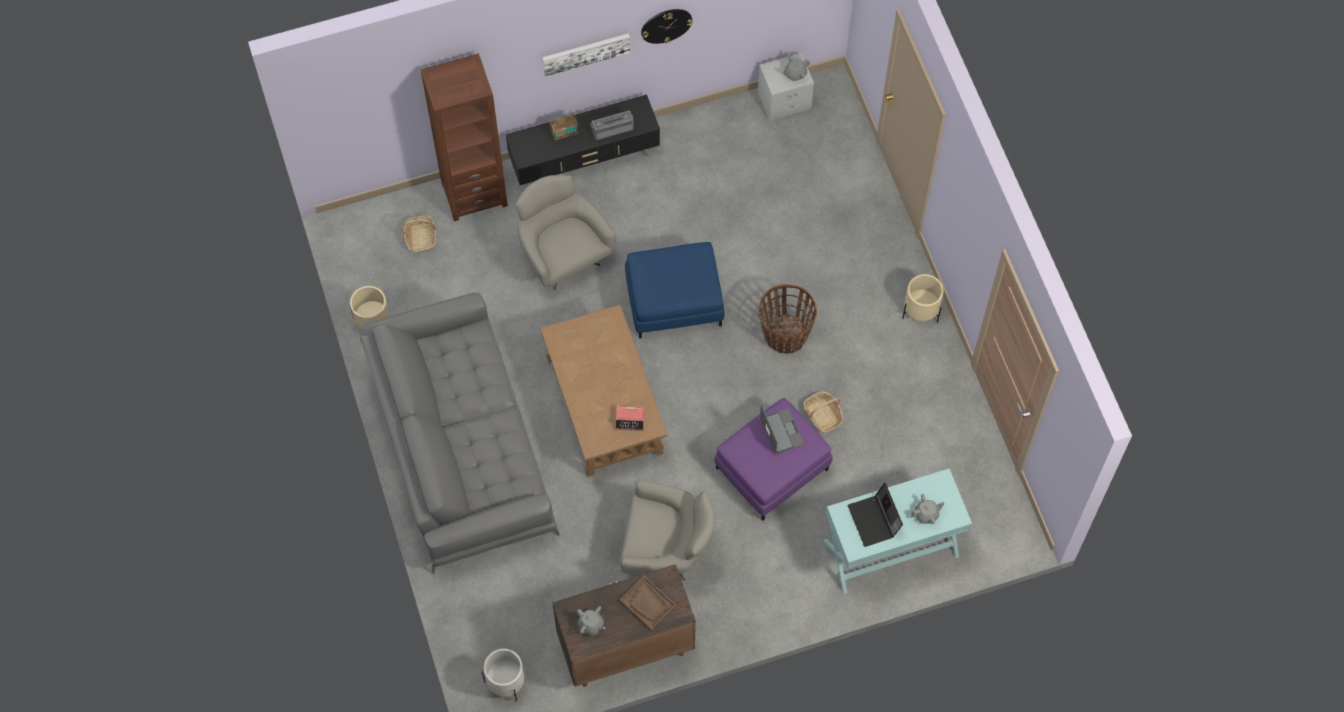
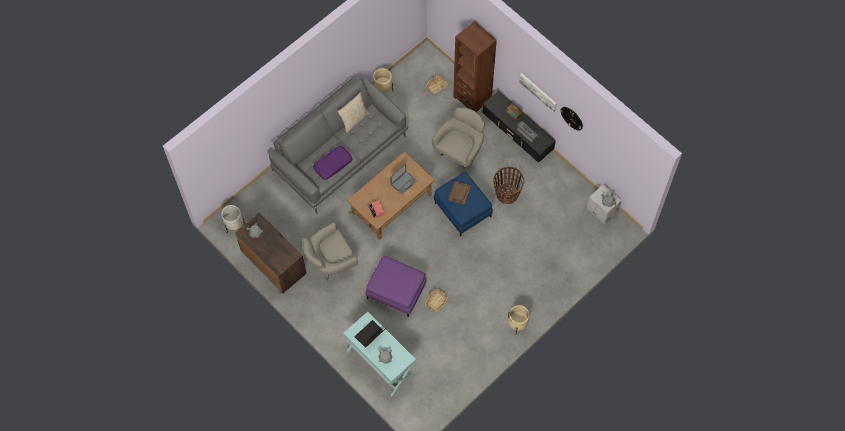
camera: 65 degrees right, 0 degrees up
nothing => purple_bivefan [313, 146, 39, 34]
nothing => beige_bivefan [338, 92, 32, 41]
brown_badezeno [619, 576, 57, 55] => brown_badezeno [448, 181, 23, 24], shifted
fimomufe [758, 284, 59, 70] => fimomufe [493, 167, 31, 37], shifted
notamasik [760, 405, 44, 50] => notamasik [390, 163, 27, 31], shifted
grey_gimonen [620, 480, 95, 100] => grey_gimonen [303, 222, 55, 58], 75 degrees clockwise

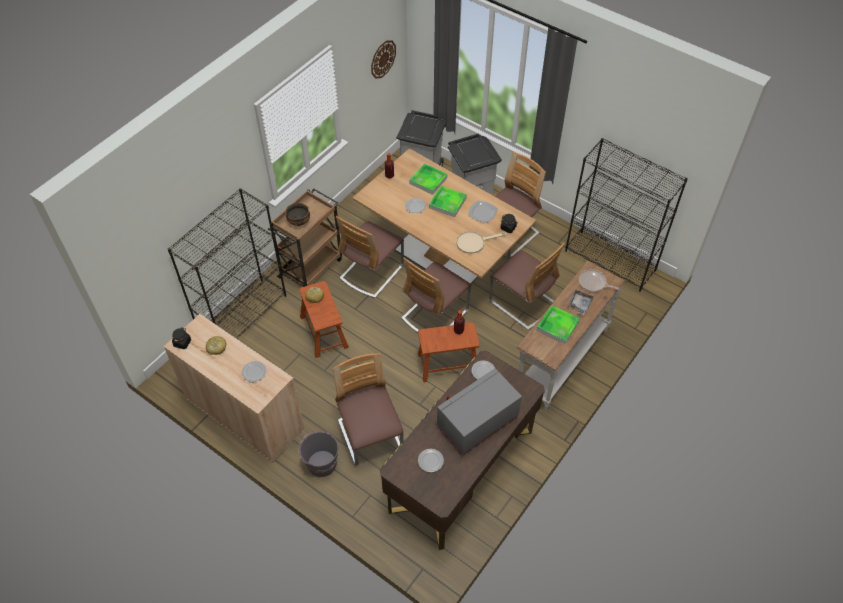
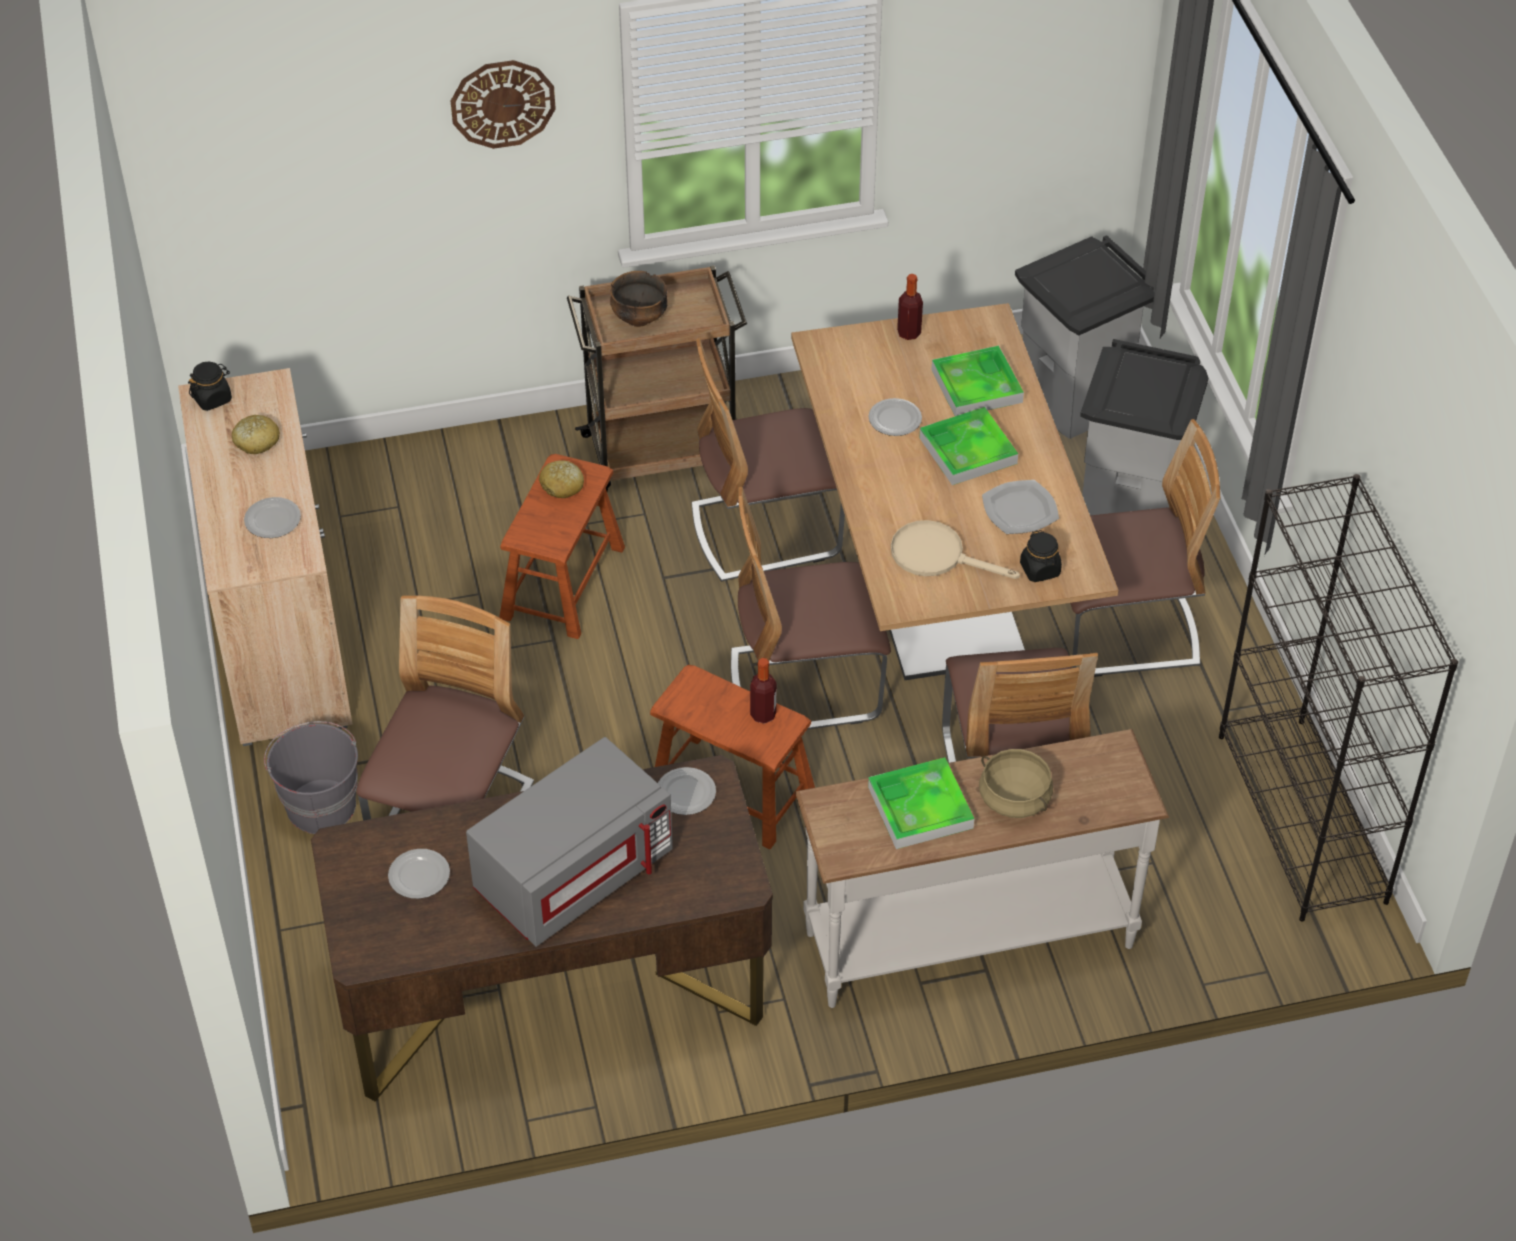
camera: 40 degrees right, 5 degrees down
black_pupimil [168, 188, 118, 151] => nothing
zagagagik [579, 269, 41, 23] => nothing
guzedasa [371, 40, 25, 39] => guzedasa [451, 60, 105, 89], shifted
grey_badezeno [568, 290, 26, 25] => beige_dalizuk [979, 749, 74, 69]
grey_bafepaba [437, 369, 85, 86] => grey_bafepaba [466, 737, 207, 210], 135 degrees clockwise

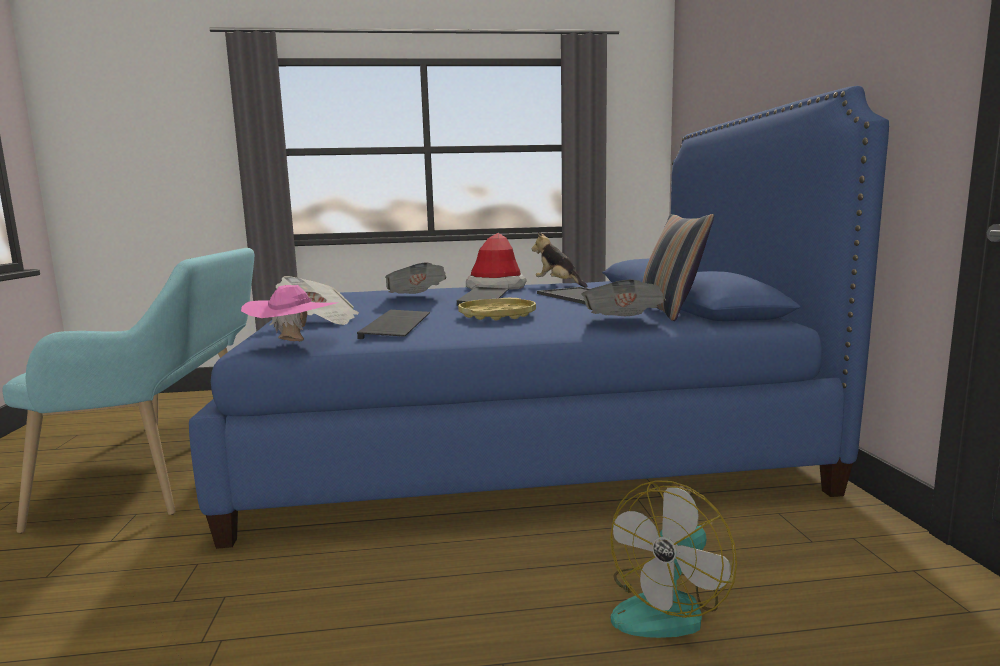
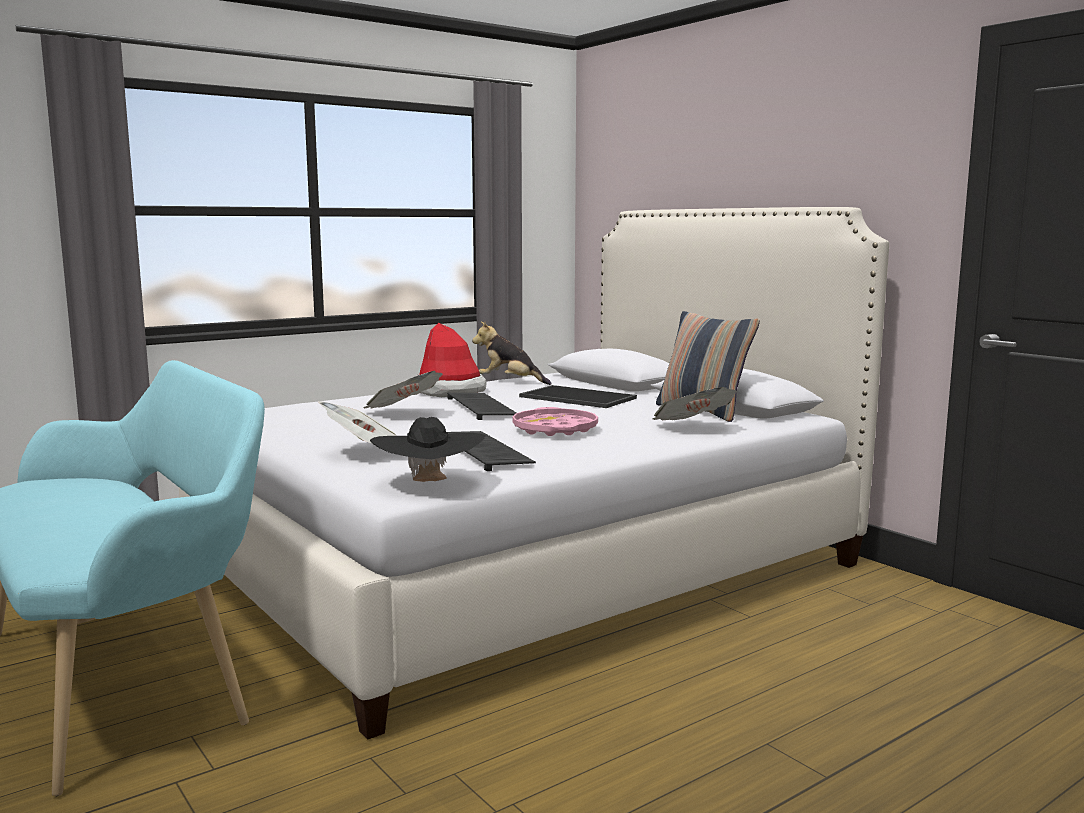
camera: 30 degrees left, 0 degrees up
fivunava [610, 480, 127, 158] => nothing
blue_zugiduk [189, 86, 700, 463] => white_zugiduk [179, 207, 710, 533]
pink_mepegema [241, 285, 95, 56] => black_mepegema [370, 417, 116, 65]
yellow_badezeno [458, 298, 78, 22] => pink_badezeno [512, 407, 86, 29]

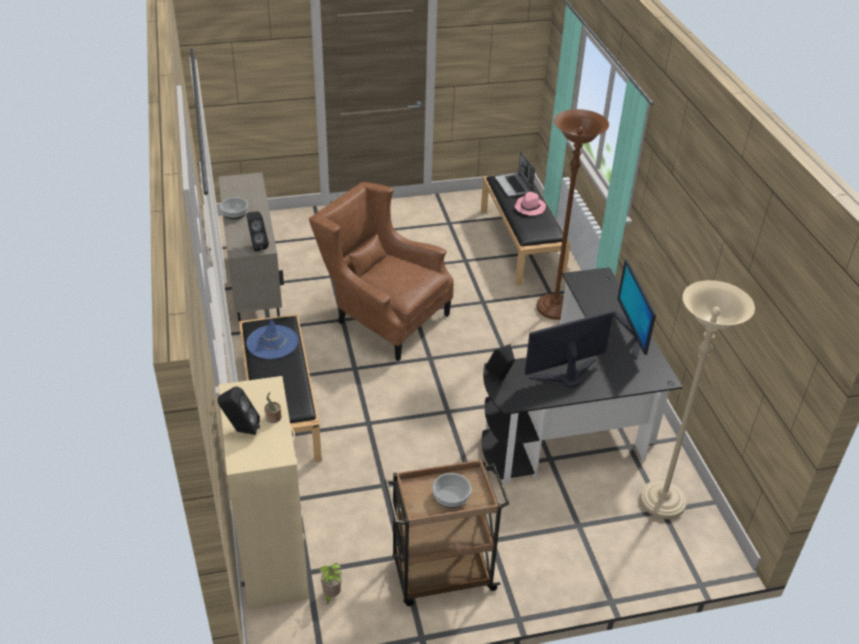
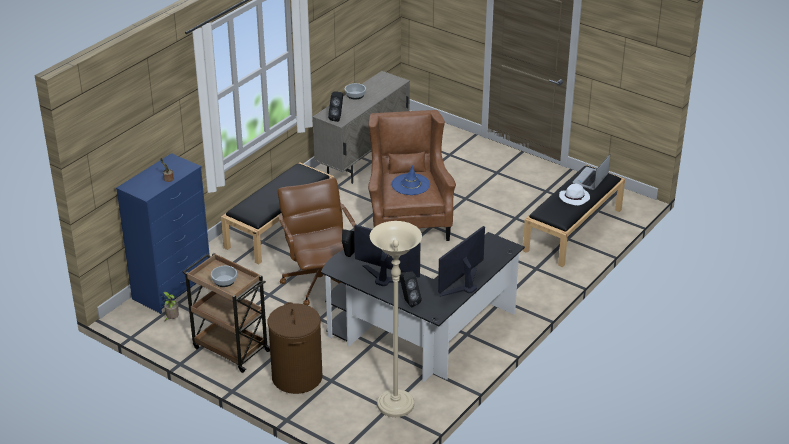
camera: 50 degrees right, 5 degrees down
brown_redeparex [537, 109, 72, 211] => nothing
nothing => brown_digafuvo [268, 302, 55, 92]
nothing => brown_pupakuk [278, 178, 78, 127]
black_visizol [217, 386, 43, 49] => black_visizol [400, 271, 22, 36], shifted
blue_mepegema [246, 318, 52, 41] => blue_mepegema [391, 165, 39, 30], shifted
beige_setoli [218, 376, 91, 234] => blue_setoli [116, 153, 94, 161]
pink_mepegema [514, 192, 32, 24] => white_mepegema [559, 184, 31, 22]

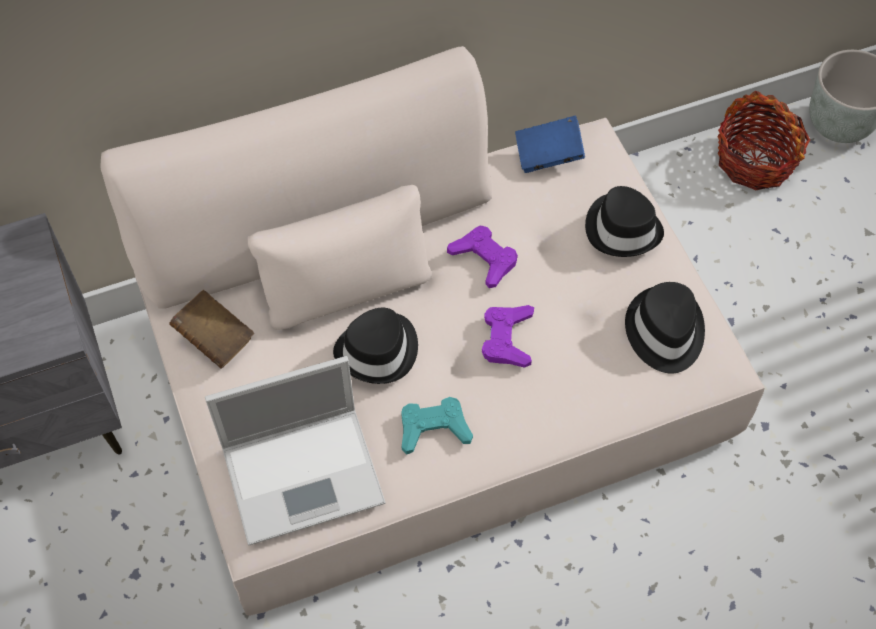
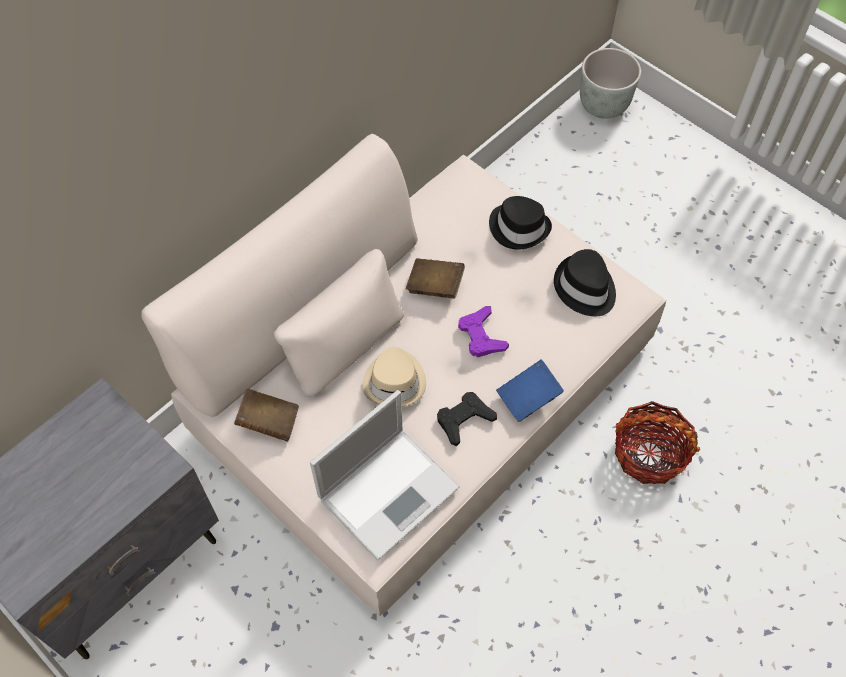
camera: 25 degrees left, 0 degrees up
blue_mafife [515, 115, 70, 58] => blue_mafife [496, 360, 68, 62], shifted
fimomufe [718, 91, 92, 99] => fimomufe [615, 401, 85, 83], shifted
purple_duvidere [447, 225, 71, 63] => brown_mafife [406, 258, 59, 41]
black_mepegema [333, 308, 85, 76] => beige_mepegema [362, 347, 64, 60]
turquoise_duvidere [401, 397, 72, 57] => black_duvidere [437, 392, 60, 54]

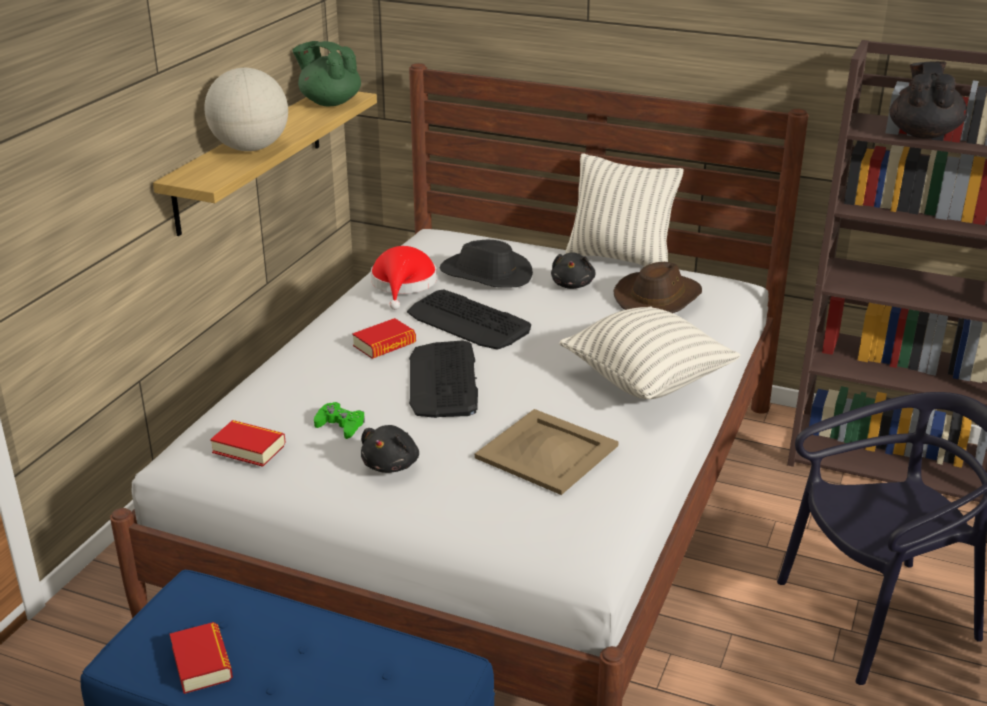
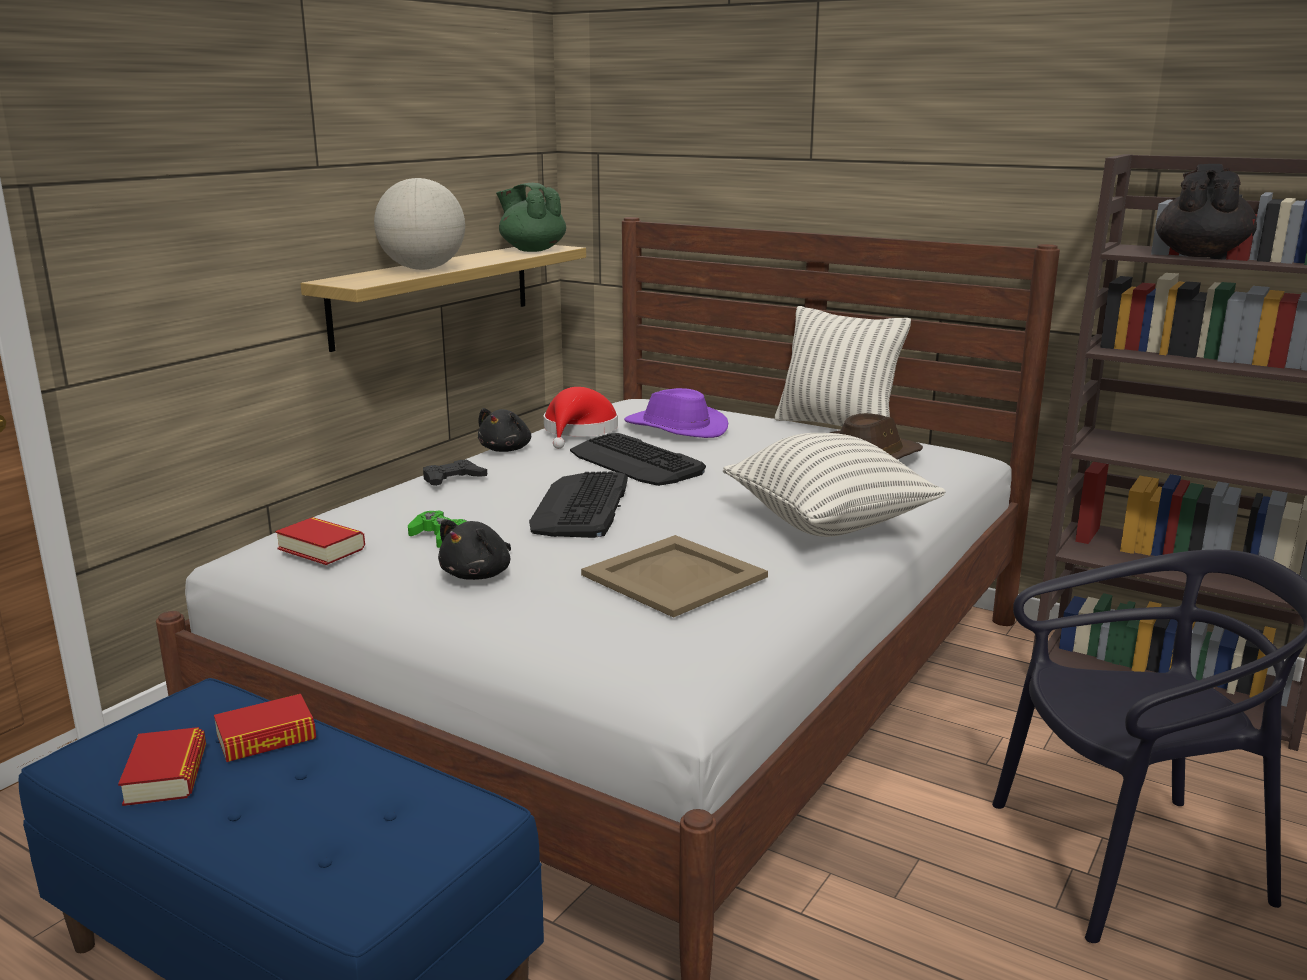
camera: 10 degrees right, 10 degrees down
nothing => black_duvidere [423, 460, 64, 26]
mafife [352, 318, 64, 41] => mafife [214, 694, 102, 68], shifted
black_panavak [551, 252, 45, 37] => black_panavak [478, 408, 53, 44], shifted
black_mepegema [440, 240, 93, 48] => purple_mepegema [624, 388, 104, 50]

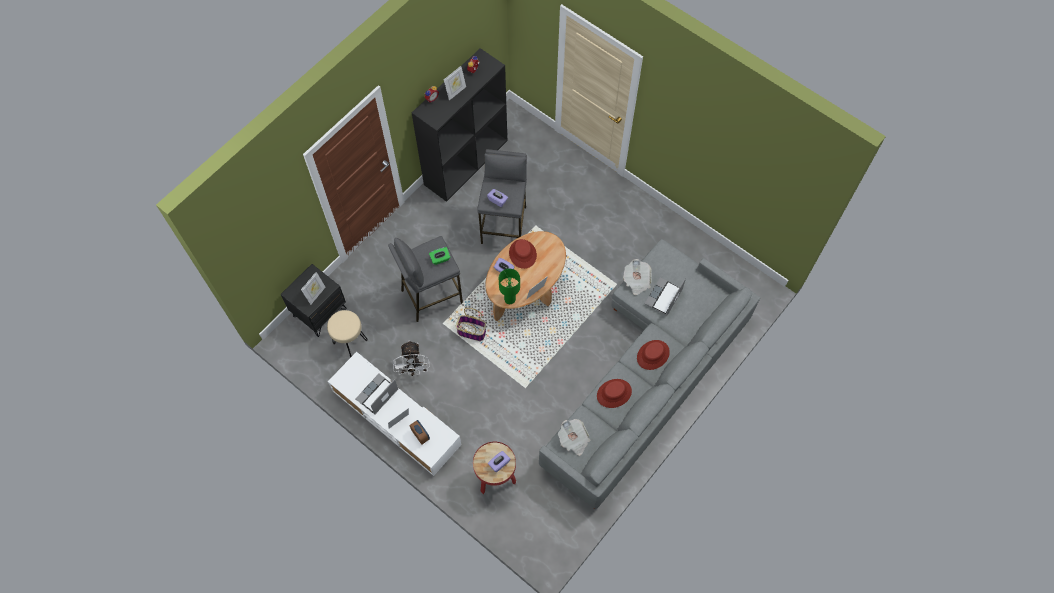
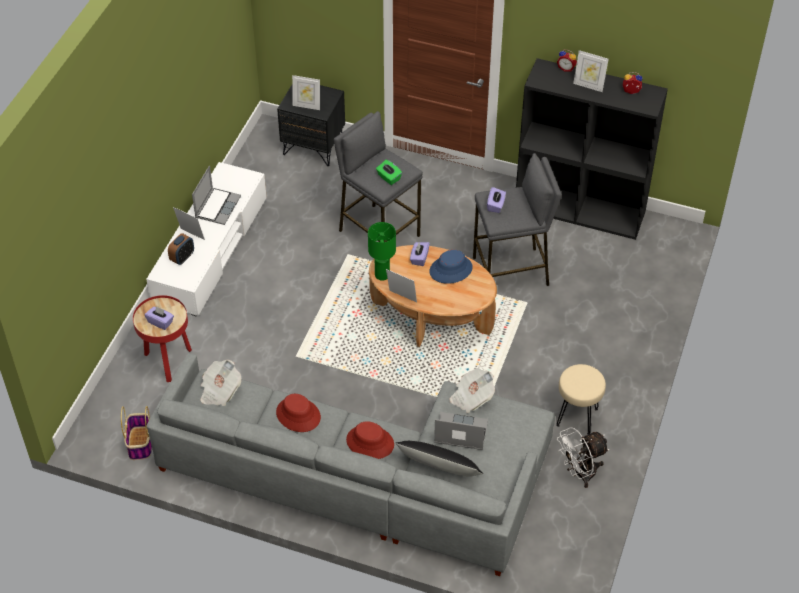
camera: 70 degrees right, 15 degrees down
nothing => black_bivefan [395, 441, 88, 36]
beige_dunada [327, 310, 41, 48] => beige_dunada [556, 364, 50, 71], shifted
white_fivunava [393, 341, 36, 35] => white_fivunava [557, 427, 53, 61], shifted
fimomufe [456, 308, 30, 33] => fimomufe [121, 406, 31, 54], shifted
red_mepegema [509, 239, 28, 30] => blue_mepegema [429, 250, 44, 34]
notamasik [356, 374, 42, 41] => notamasik [192, 166, 49, 59], 90 degrees clockwise

